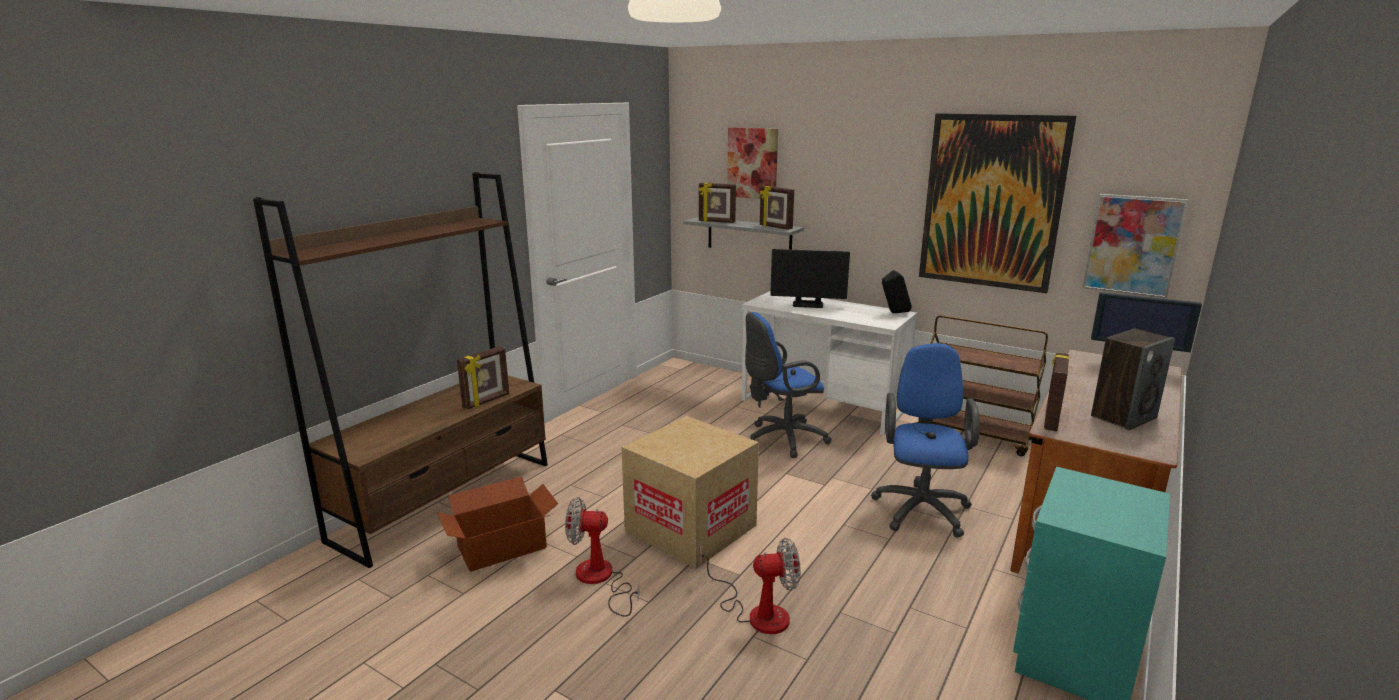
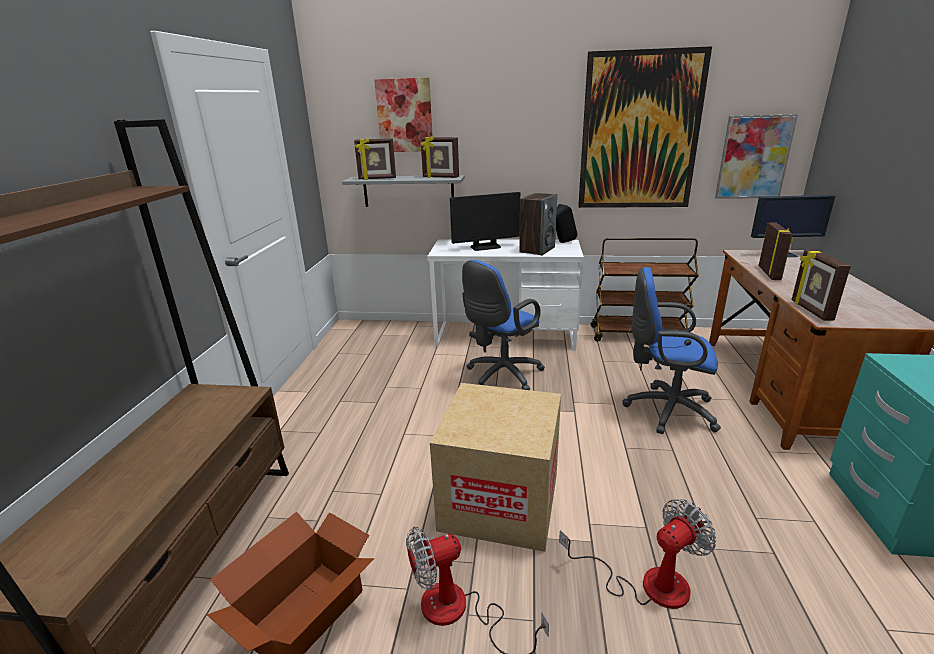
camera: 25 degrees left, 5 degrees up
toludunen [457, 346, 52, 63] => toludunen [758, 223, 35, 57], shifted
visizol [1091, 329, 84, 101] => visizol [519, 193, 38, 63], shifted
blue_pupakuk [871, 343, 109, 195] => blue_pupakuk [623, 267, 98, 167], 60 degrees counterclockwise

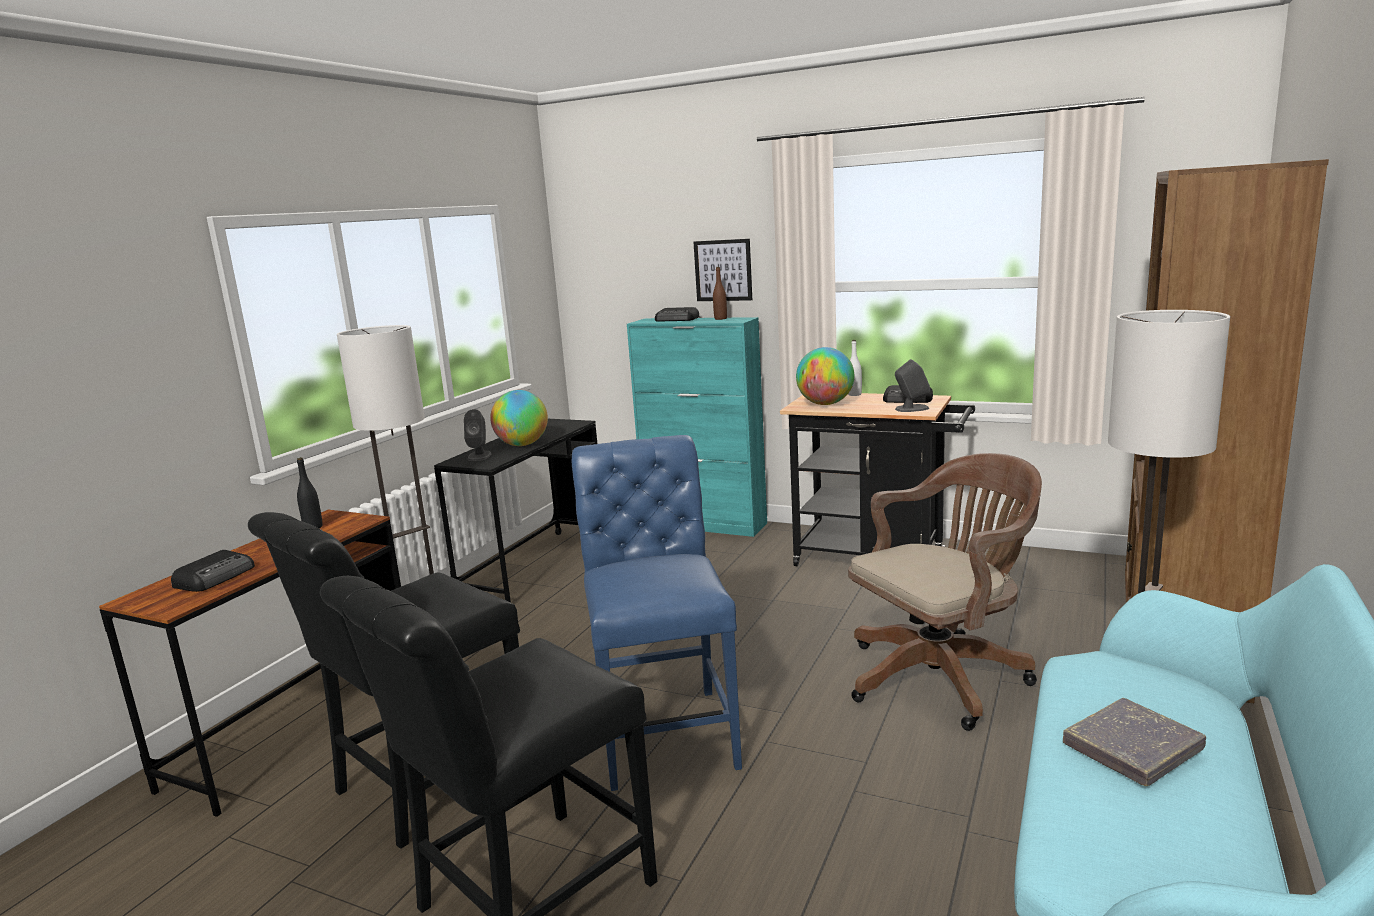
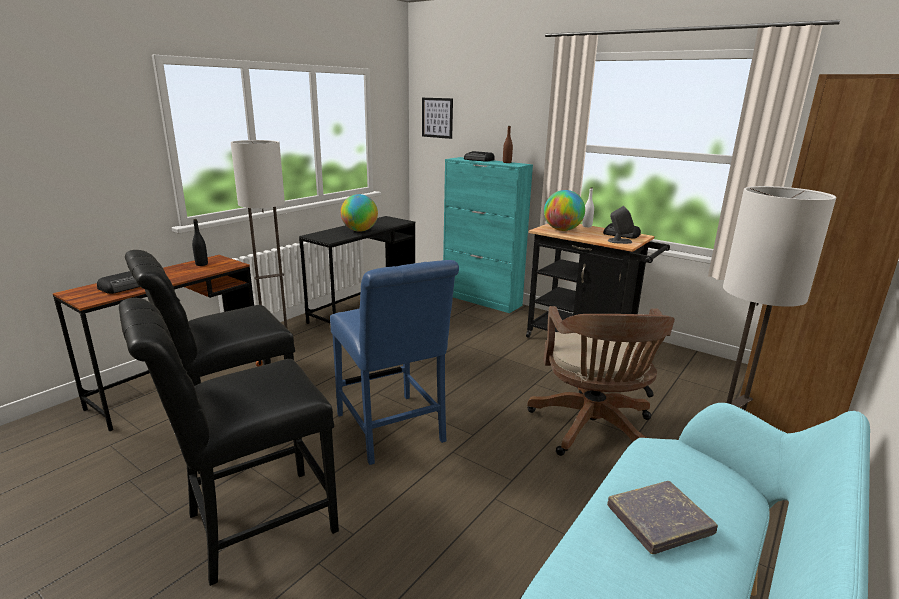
camera: 10 degrees right, 5 degrees up
grey_visizol [464, 409, 27, 52] => nothing
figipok [694, 239, 58, 62] => figipok [422, 98, 31, 41], shifted
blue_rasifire [572, 435, 170, 356] => blue_rasifire [330, 260, 129, 205], 150 degrees clockwise
brown_pupakuk [848, 453, 194, 278] => brown_pupakuk [527, 306, 148, 150], 105 degrees clockwise

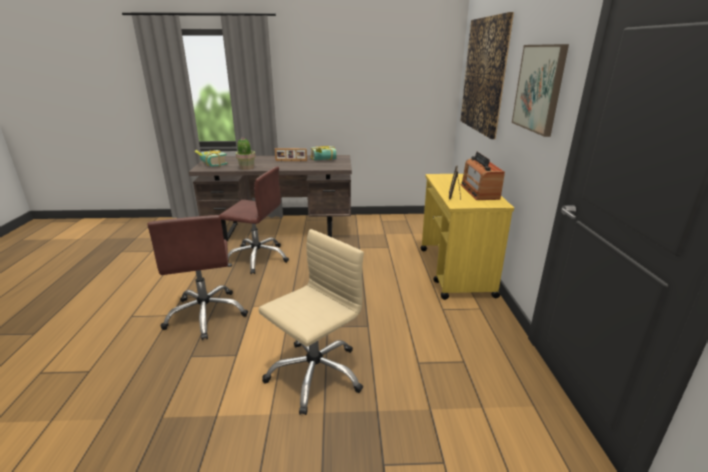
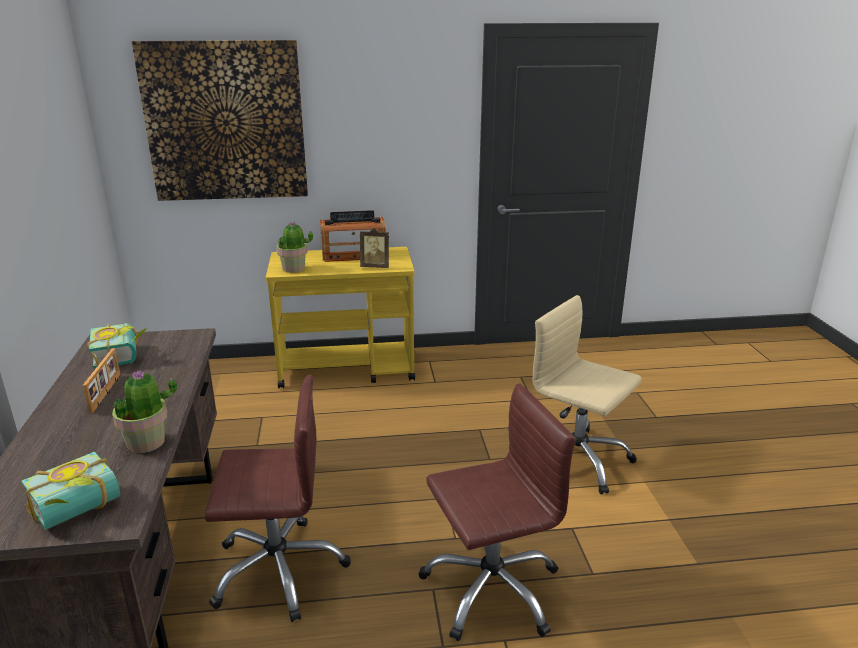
camera: 95 degrees left, 0 degrees up
figipok [512, 44, 57, 93] => nothing
nothing => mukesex [276, 221, 37, 52]
brown_pupakuk [219, 167, 70, 107] => brown_pupakuk [205, 374, 146, 248], 75 degrees clockwise

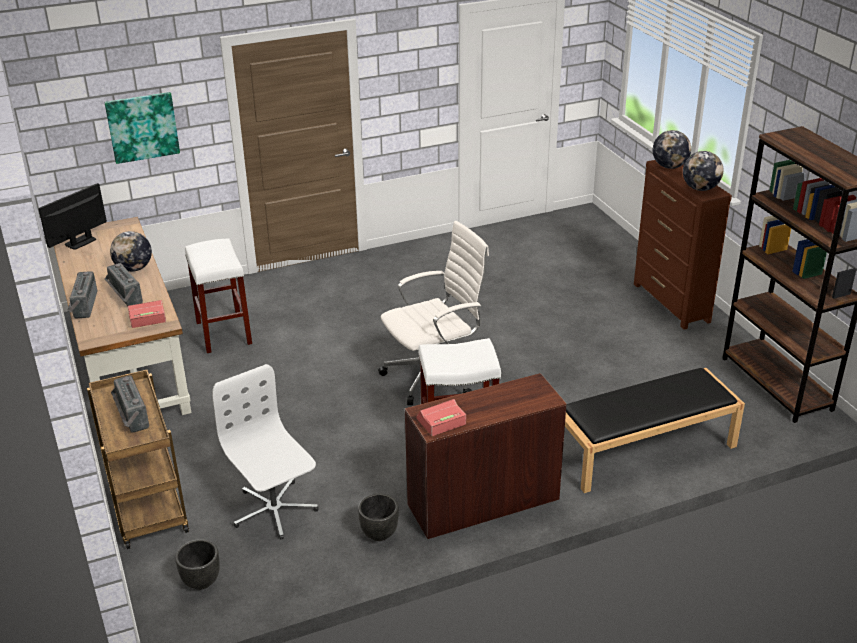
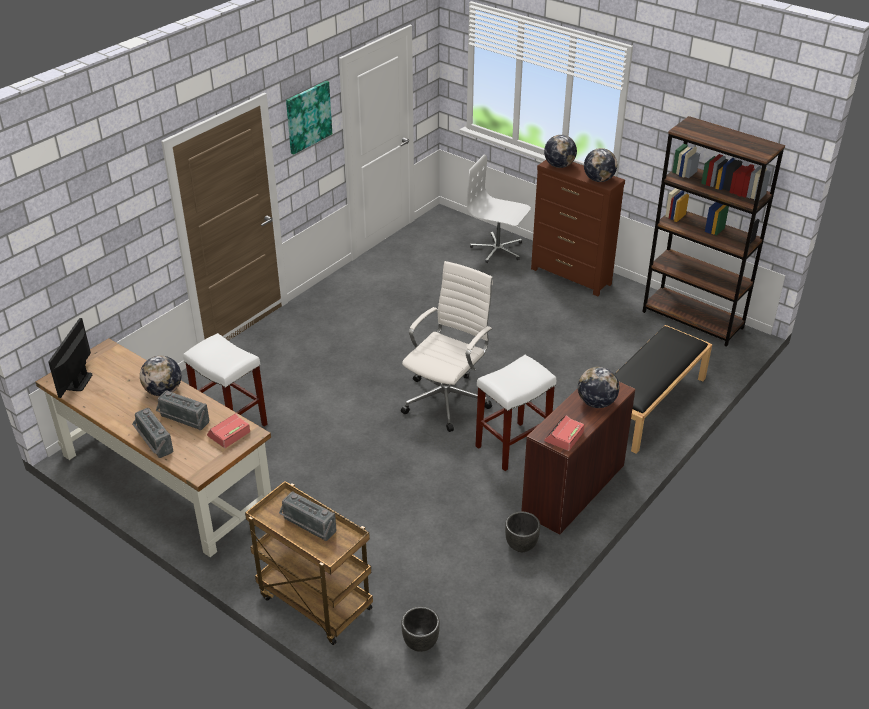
camera: 30 degrees left, 5 degrees up
nothing => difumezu [578, 367, 41, 41]
figipok [104, 92, 76, 72] => figipok [286, 81, 46, 74], shifted
white_pupakuk [212, 364, 107, 176] => white_pupakuk [467, 155, 64, 108], shifted

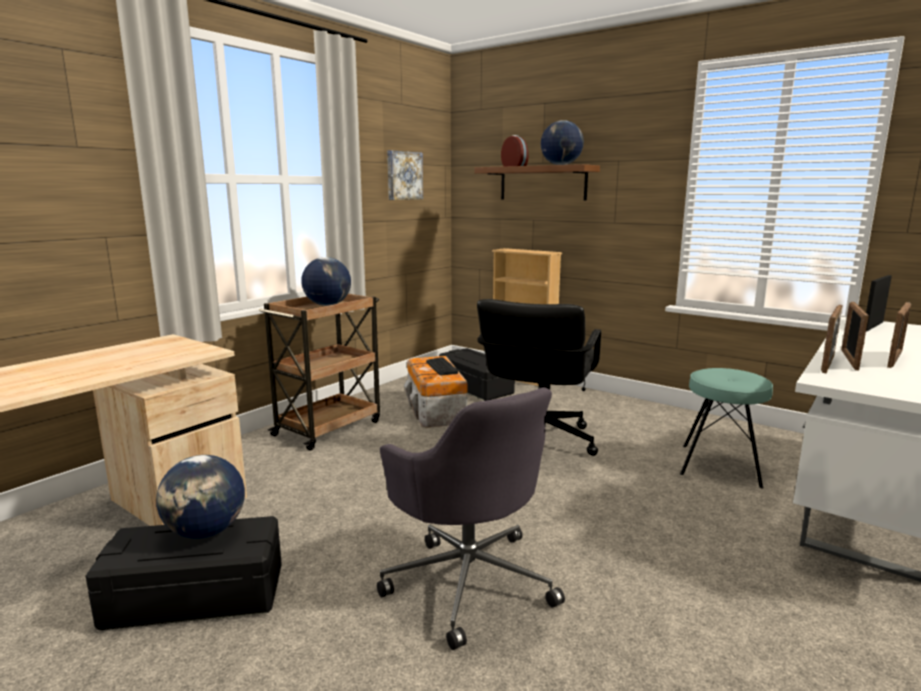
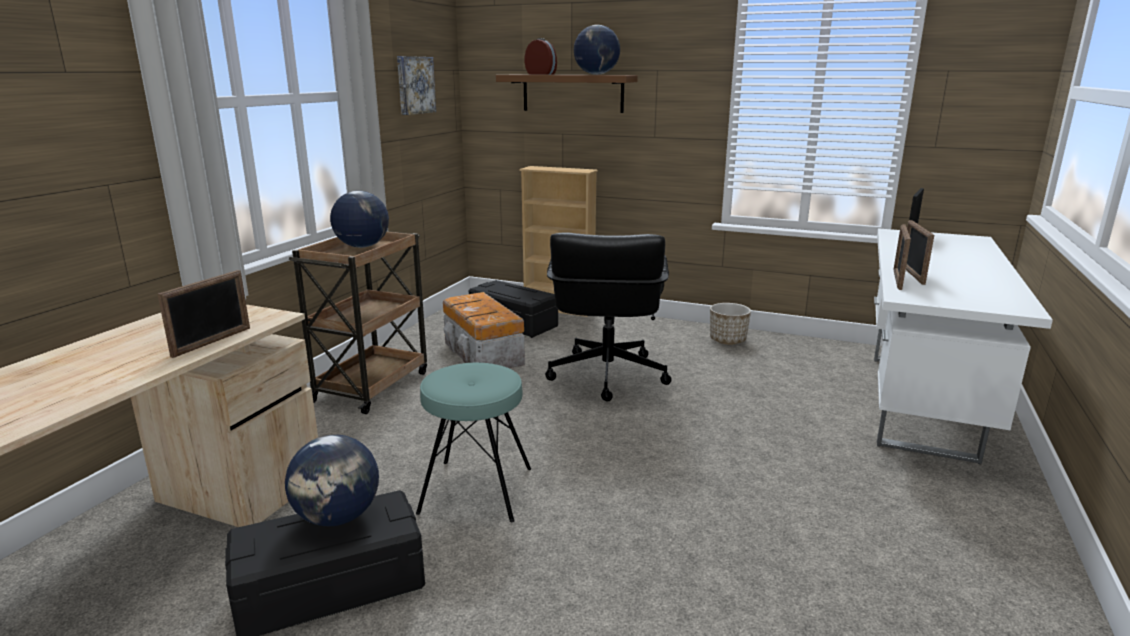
camera: 15 degrees left, 5 degrees up
grey_pupakuk [377, 387, 188, 263] => nothing
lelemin [426, 357, 32, 18] => nothing
nothing => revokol [710, 303, 41, 42]
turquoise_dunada [680, 368, 93, 121] => turquoise_dunada [416, 363, 115, 159], shifted
toludunen [887, 302, 24, 66] => toludunen [157, 270, 93, 88], shifted

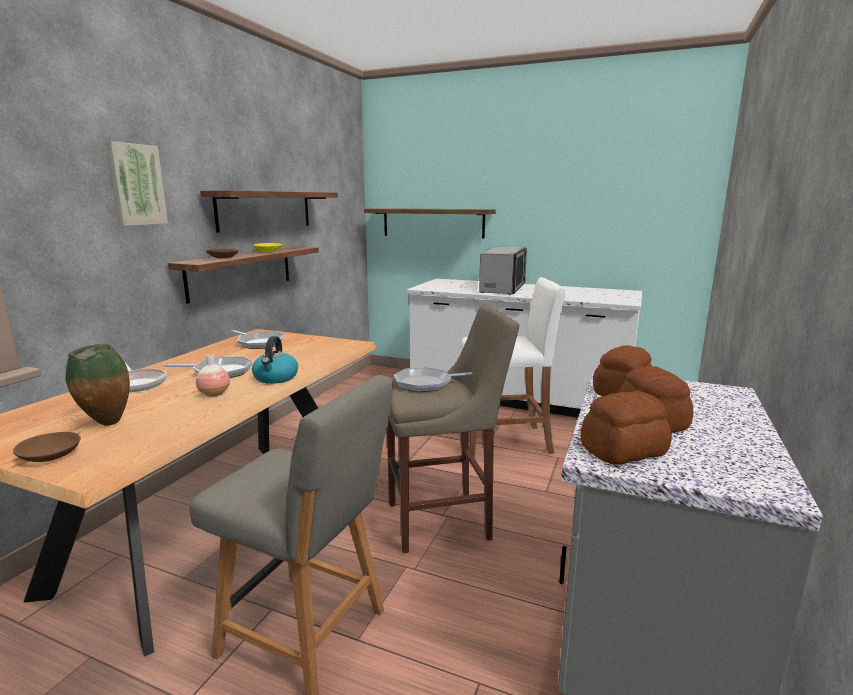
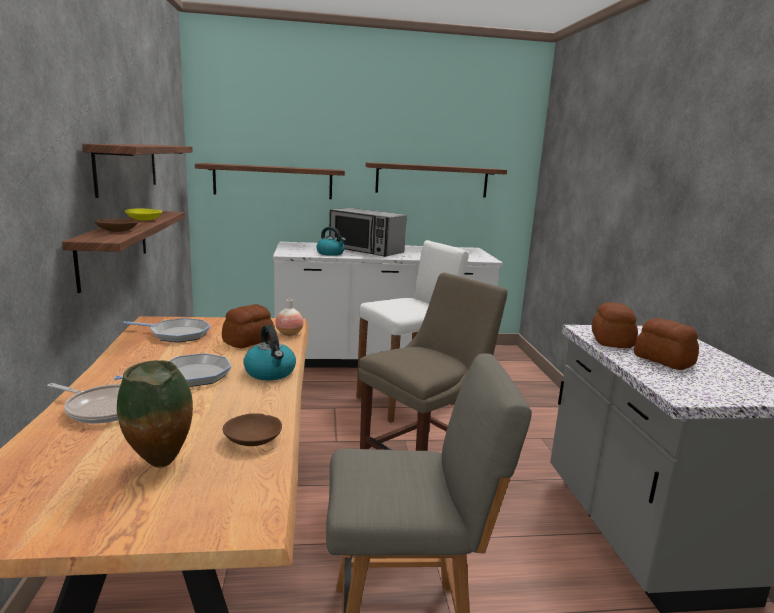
camera: 30 degrees left, 0 degrees up
figipok [105, 141, 63, 85] => nothing
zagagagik [394, 367, 79, 25] => nothing
nothing => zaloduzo [316, 227, 30, 29]
nothing => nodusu [366, 162, 141, 36]
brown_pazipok [13, 432, 68, 30] => brown_pazipok [223, 413, 59, 33], shifted
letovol [196, 354, 34, 42] => letovol [275, 299, 28, 37], shifted
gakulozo [580, 391, 92, 74] => gakulozo [222, 304, 53, 44], shifted
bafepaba [479, 247, 48, 48] => bafepaba [329, 208, 78, 49], 135 degrees clockwise

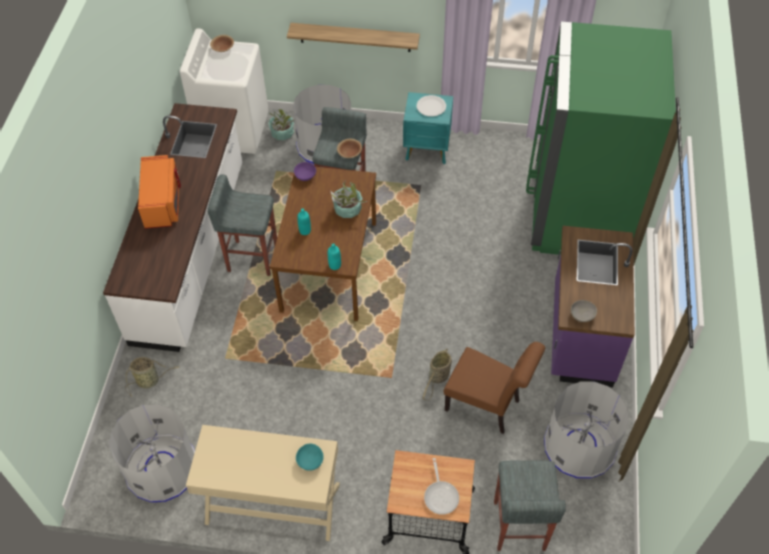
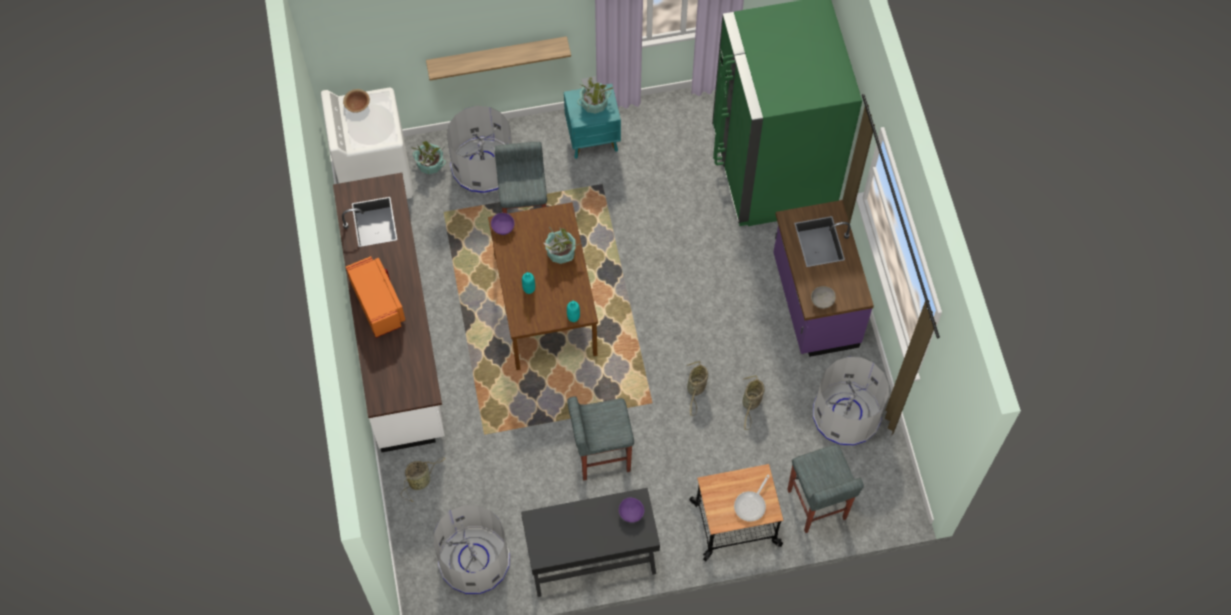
camera: 20 degrees left, 10 degrees up
brown_pazipok [337, 139, 25, 19] => nothing
grey_dunada [207, 174, 70, 102] => grey_dunada [567, 396, 67, 84], shifted
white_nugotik [416, 95, 30, 22] => mukesex [577, 76, 37, 38]
brown_rasifire [444, 342, 101, 92] => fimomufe [743, 375, 22, 55]
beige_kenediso [186, 425, 154, 116] => black_kenediso [521, 488, 139, 109]
turquoise_pazipok [296, 443, 28, 28] => purple_pazipok [619, 497, 25, 25]
zagagagik [424, 458, 35, 57] => zagagagik [734, 475, 36, 47], 60 degrees clockwise

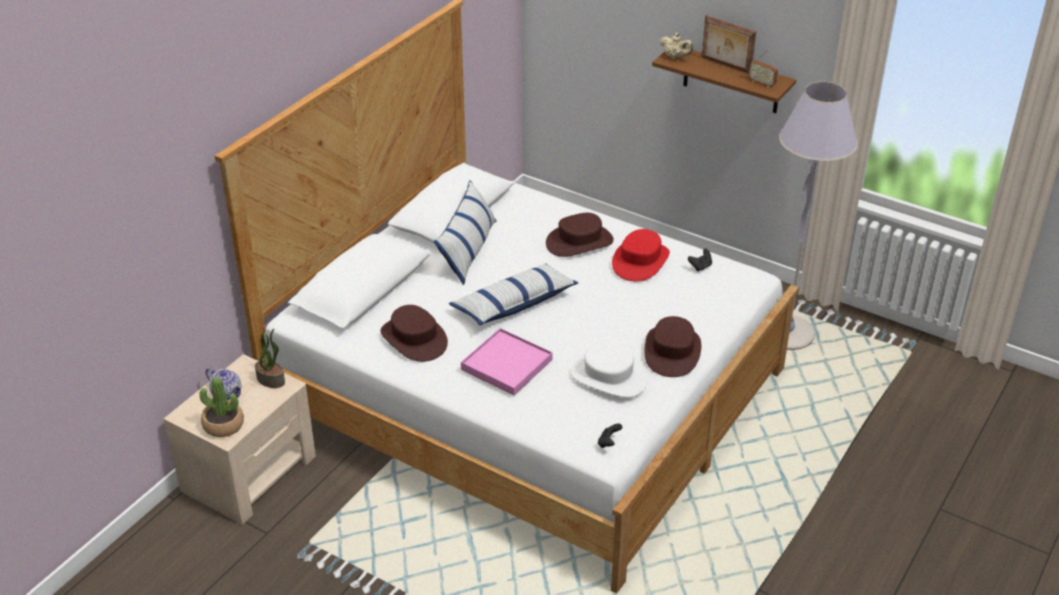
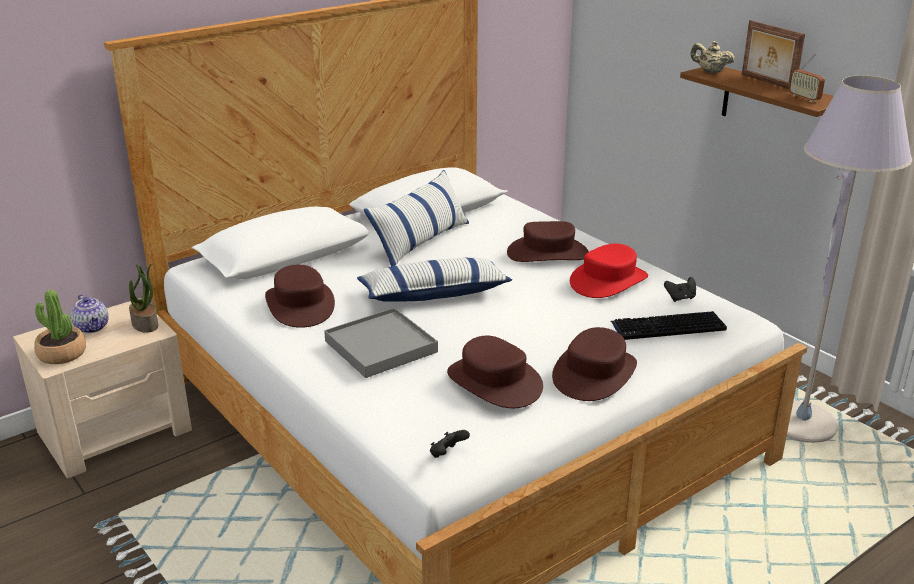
camera: 20 degrees right, 10 degrees down
nothing => lelemin [611, 311, 116, 29]
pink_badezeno [461, 328, 92, 67] => grey_badezeno [324, 308, 114, 70]
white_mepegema [570, 343, 78, 54] => brown_mepegema [447, 336, 96, 72]
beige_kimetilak [660, 33, 33, 26] => beige_kimetilak [691, 41, 44, 32], 150 degrees clockwise

